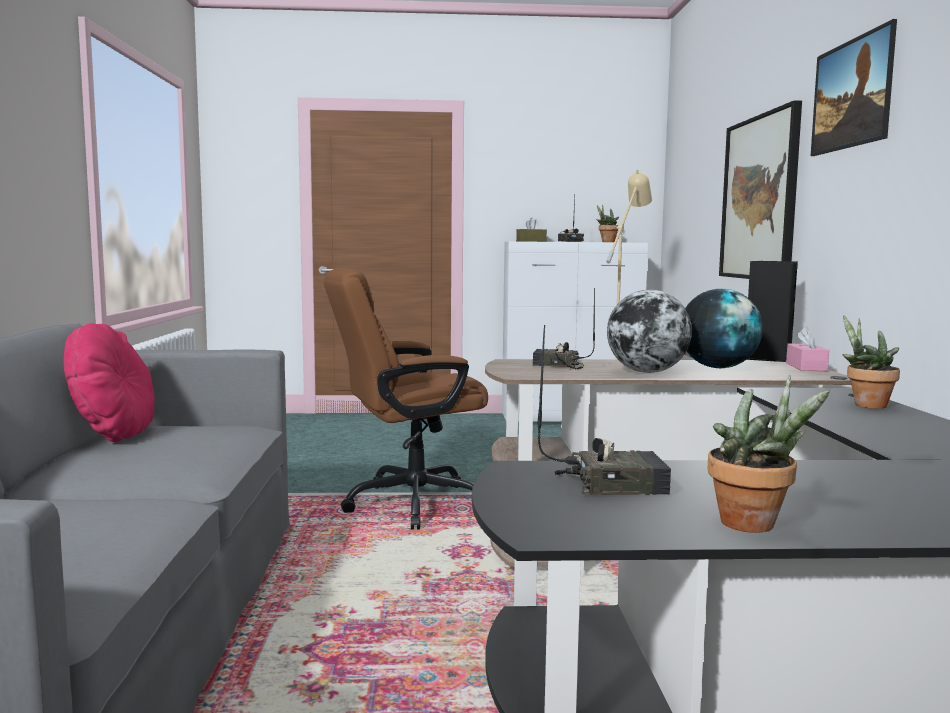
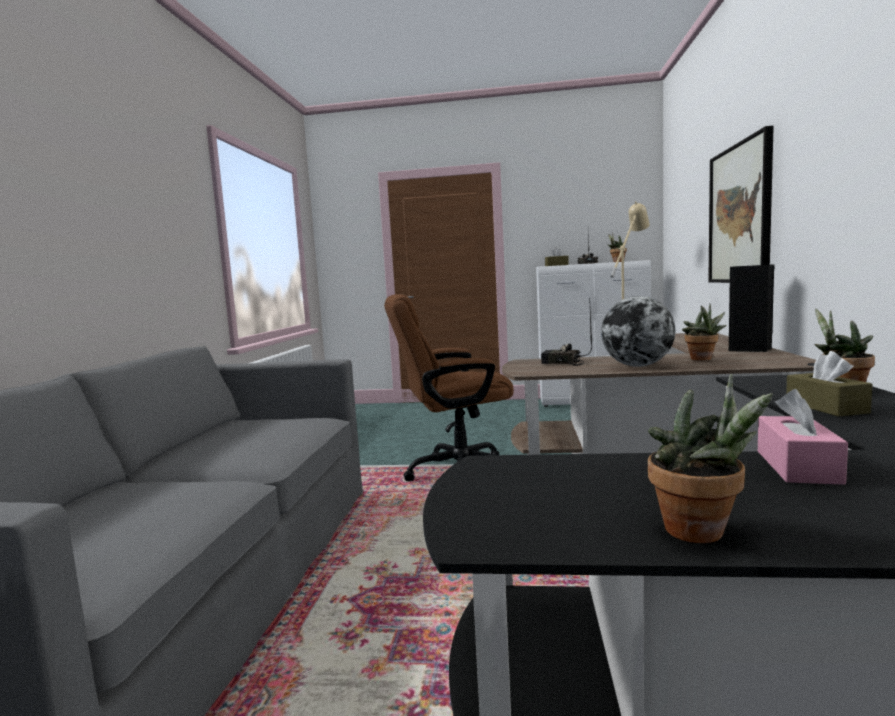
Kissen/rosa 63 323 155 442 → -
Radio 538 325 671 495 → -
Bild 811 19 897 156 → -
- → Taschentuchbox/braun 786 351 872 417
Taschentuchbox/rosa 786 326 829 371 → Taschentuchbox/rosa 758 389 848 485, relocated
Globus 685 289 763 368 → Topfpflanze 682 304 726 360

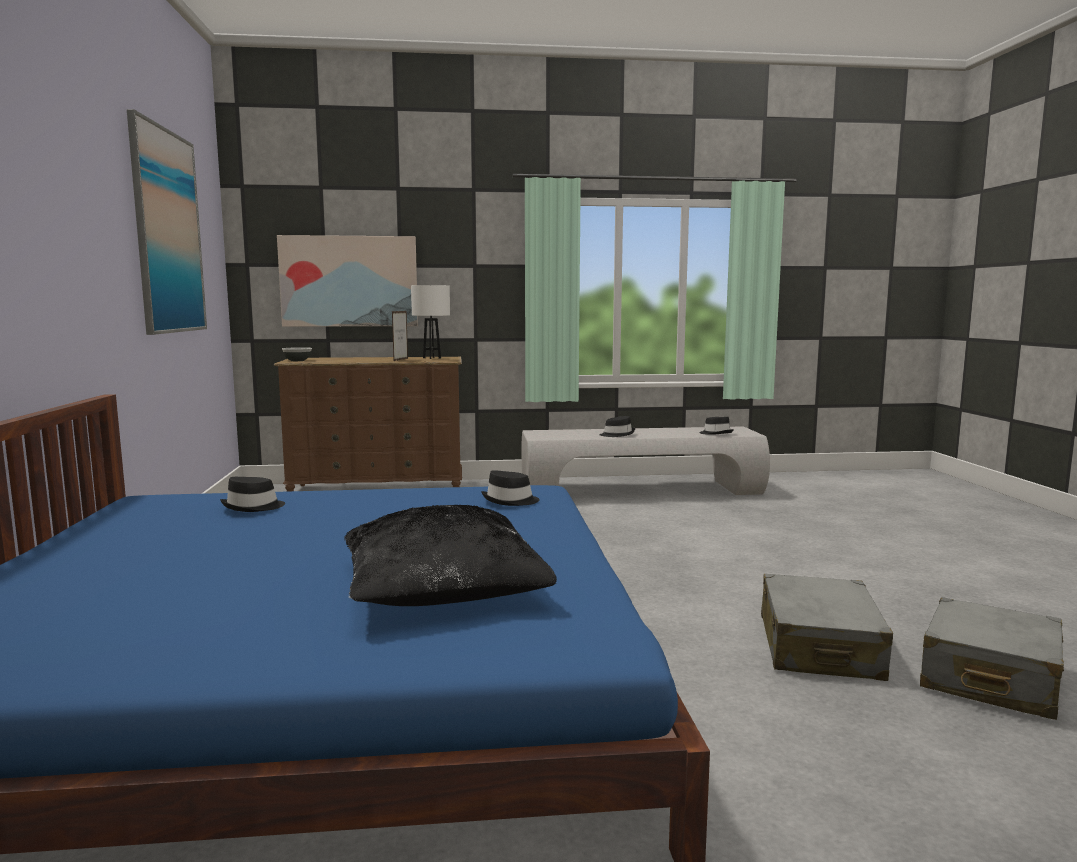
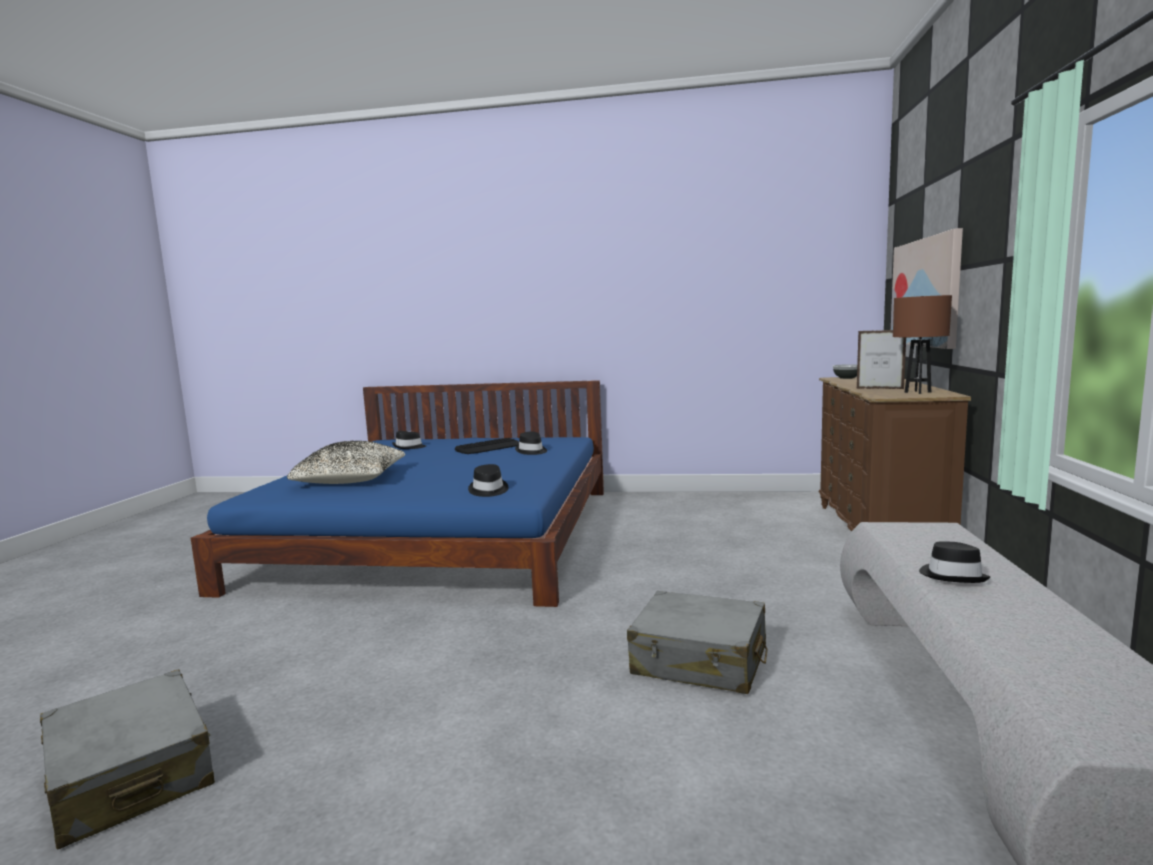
Bild 127 109 207 335 → -
- → Tastatur 455 438 519 454
Hut/schwarz 699 417 734 435 → Hut/schwarz 392 431 426 449, relocated
Koffer/grau 761 574 893 681 → Koffer/grau 627 591 767 694, relocated
Kissen/schwarz 344 505 557 606 → Kissen/beige 287 441 405 484
Tischlampe/weiß 411 285 450 359 → Tischlampe/braun 893 295 952 394

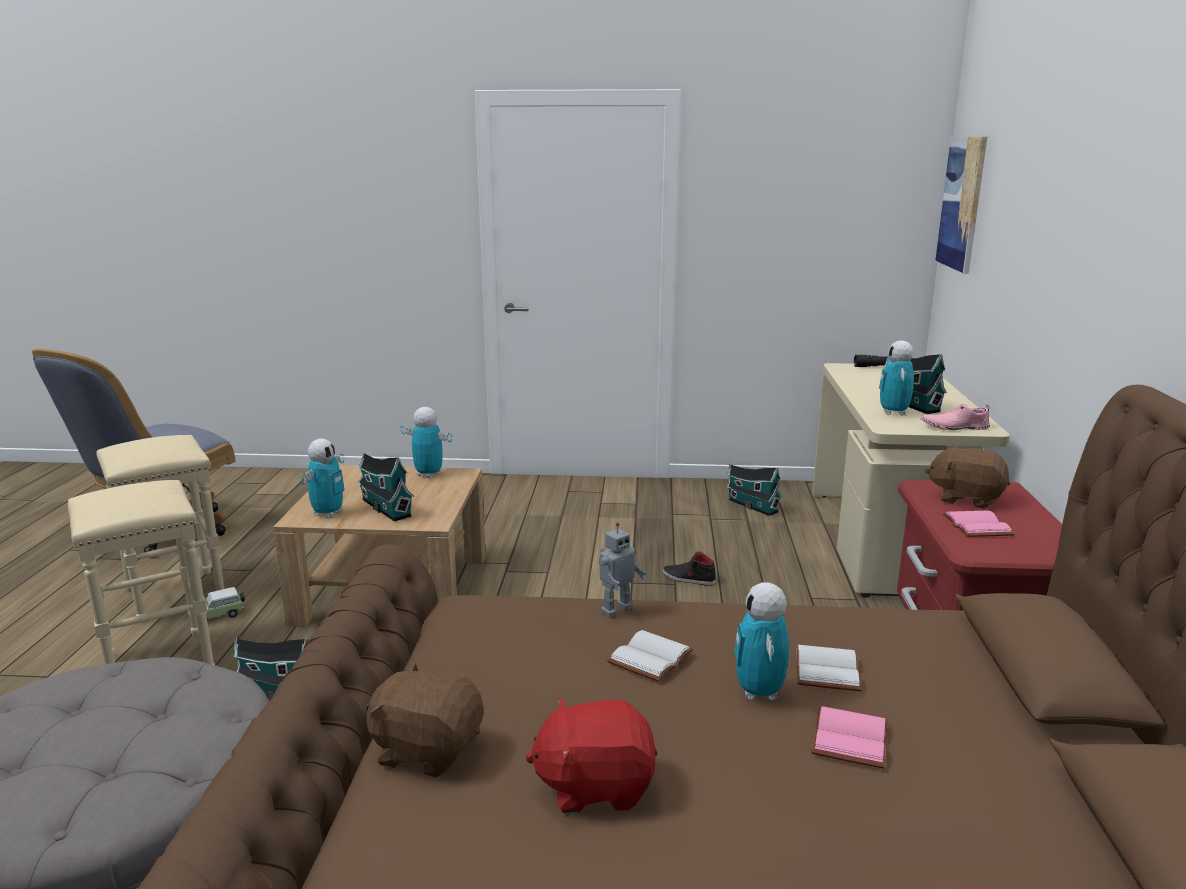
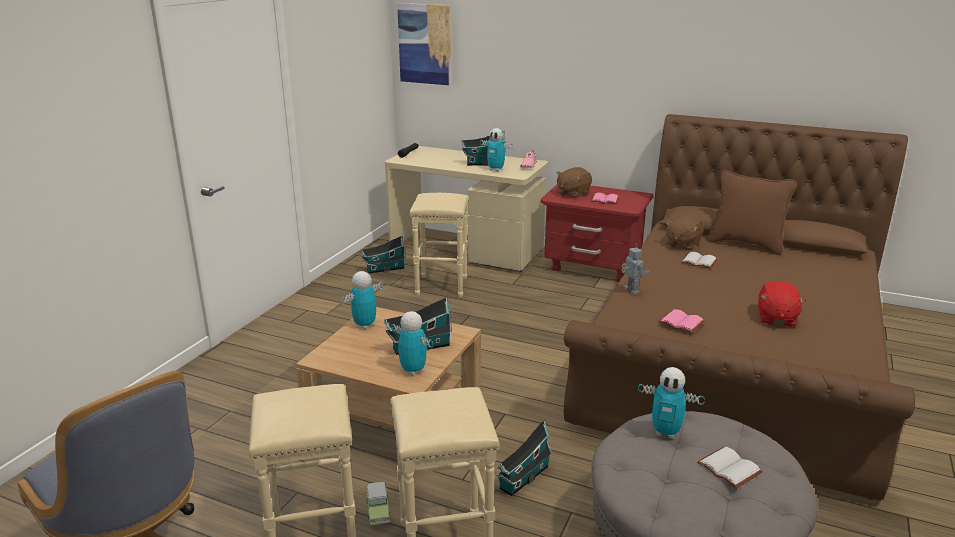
Schuh/schwarz 663 551 716 586 → -
- → Hocker/beige 409 193 469 297
- → Kissen/braun 708 170 797 255
Plüschtier/braun 365 661 483 778 → Plüschtier/braun 665 214 704 251, relocated
Buch/weiß 607 630 693 682 → Buch/weiß 697 447 763 488, relocated
Spielzeugroboter 734 582 789 700 → Spielzeugroboter 638 367 705 439, relocated
Buch/rosa 811 706 887 769 → Buch/rosa 658 309 705 333, relocated

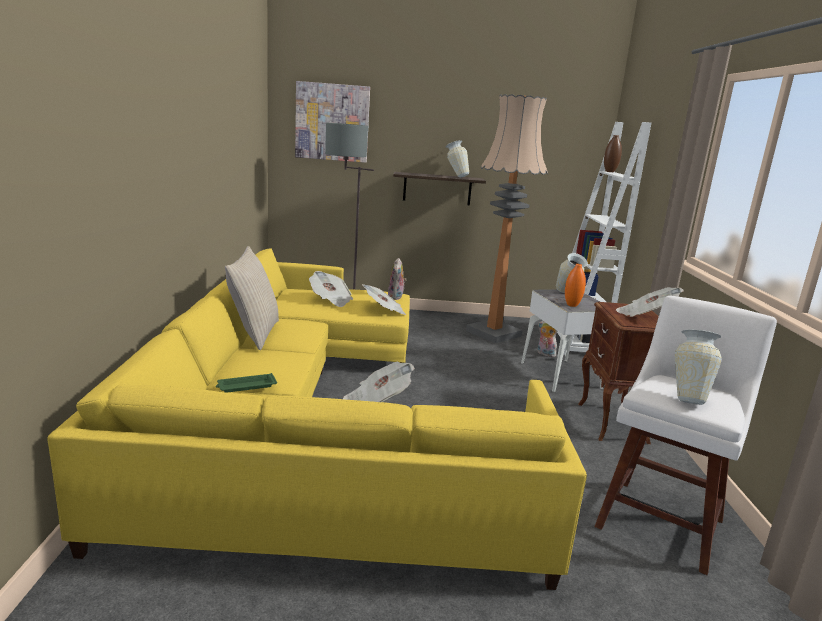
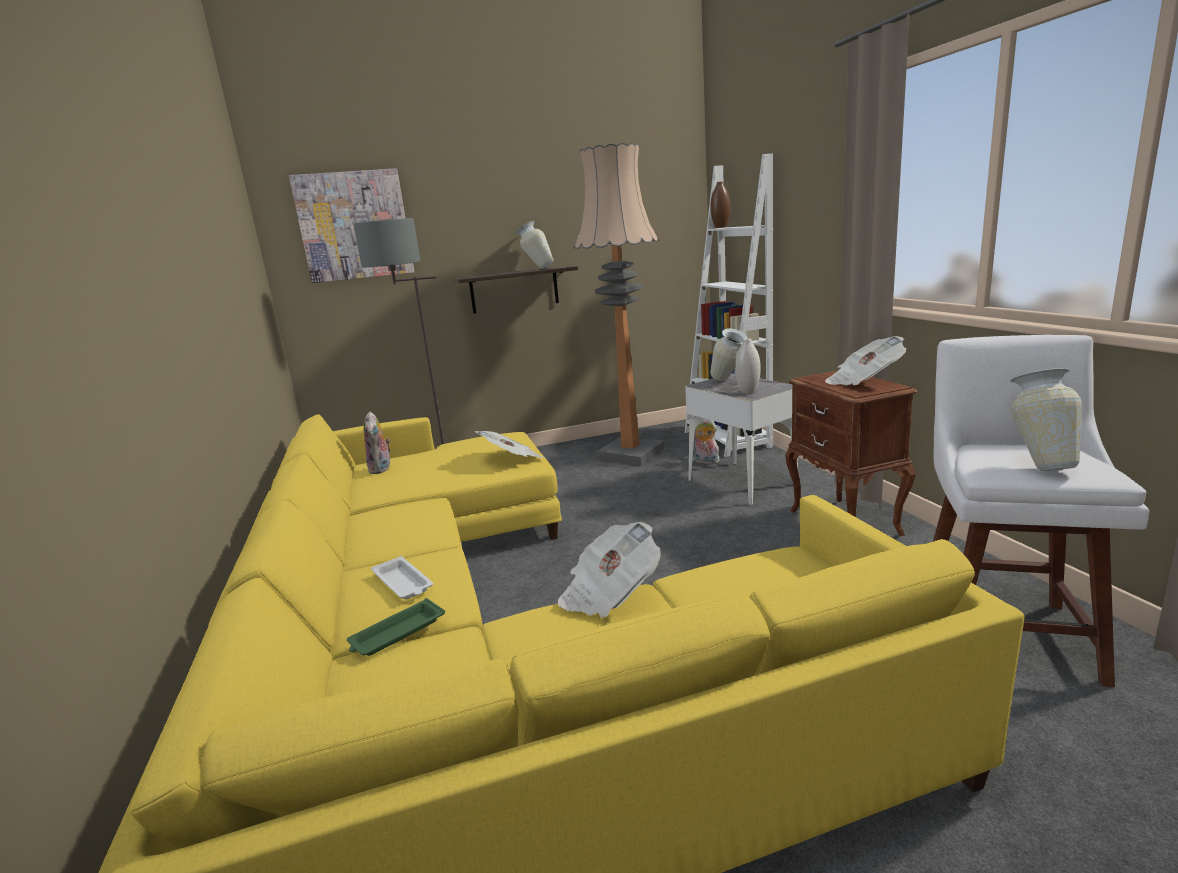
Kissen/beige 225 246 279 350 → -
Zeitung 309 271 353 307 → -
- → Tablett/weiß 371 556 433 599
Plüschtier 388 258 407 300 → Plüschtier 364 412 391 474, relocated
Vase/orange 565 264 586 307 → Vase/weiß 735 338 761 394

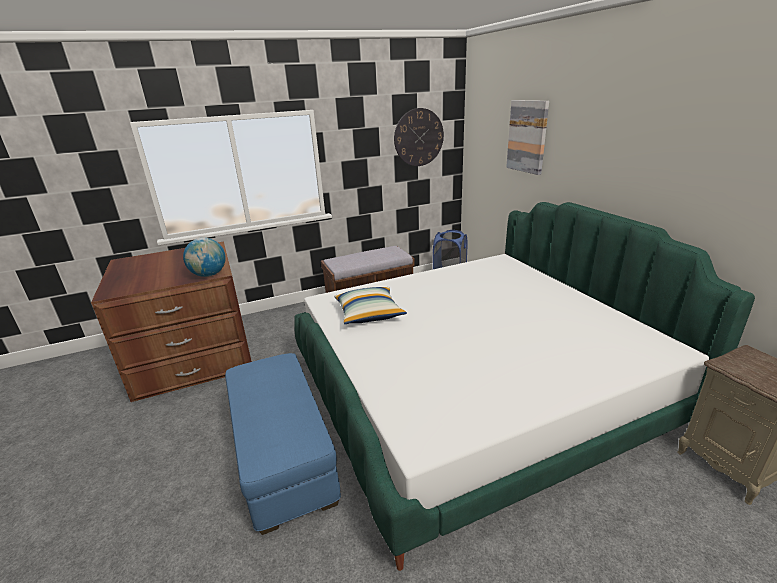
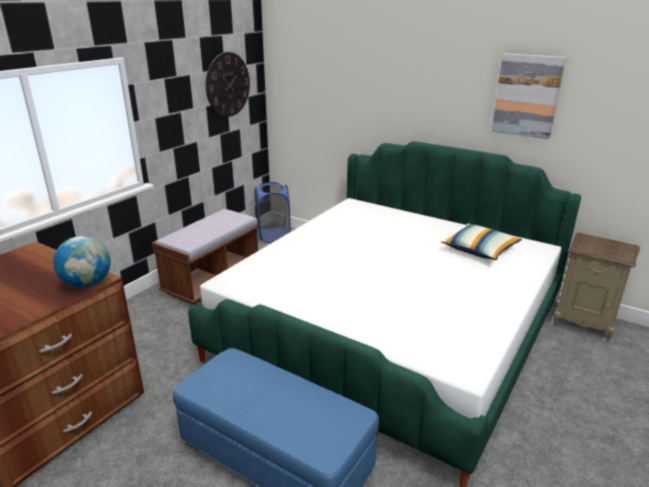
Kissen 334 287 407 324 → Kissen 441 224 522 260, relocated
Bild 506 100 549 175 → Bild 491 53 566 139, relocated

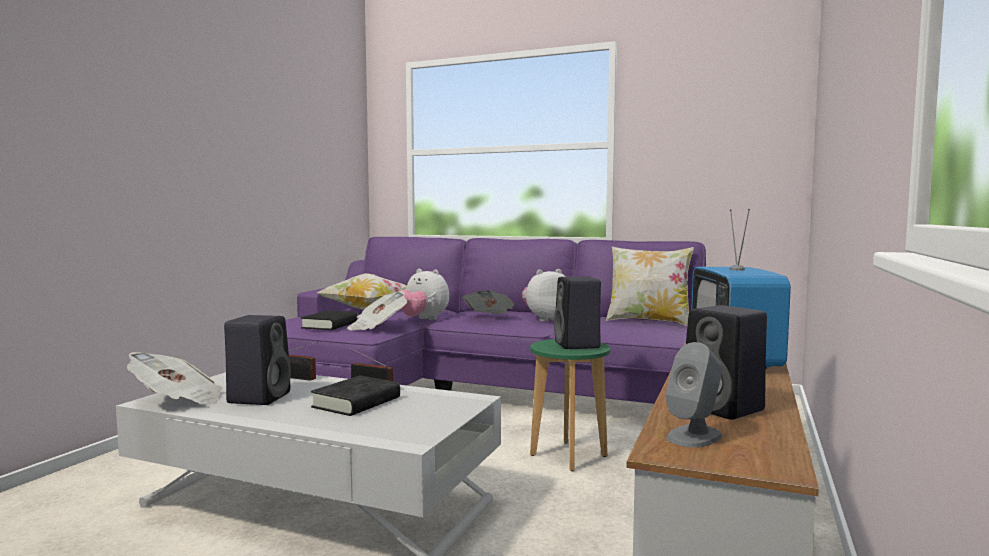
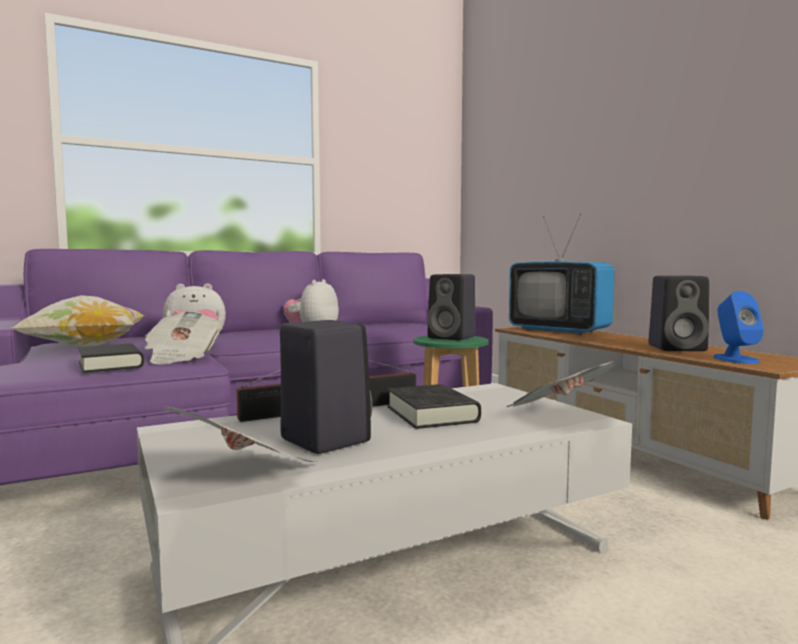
Kissen 606 247 694 326 → -
Zeitung 462 290 515 314 → Zeitung 506 361 617 407, relocated
Lautsprecher/grau 666 342 722 448 → Lautsprecher/blau 713 291 764 364

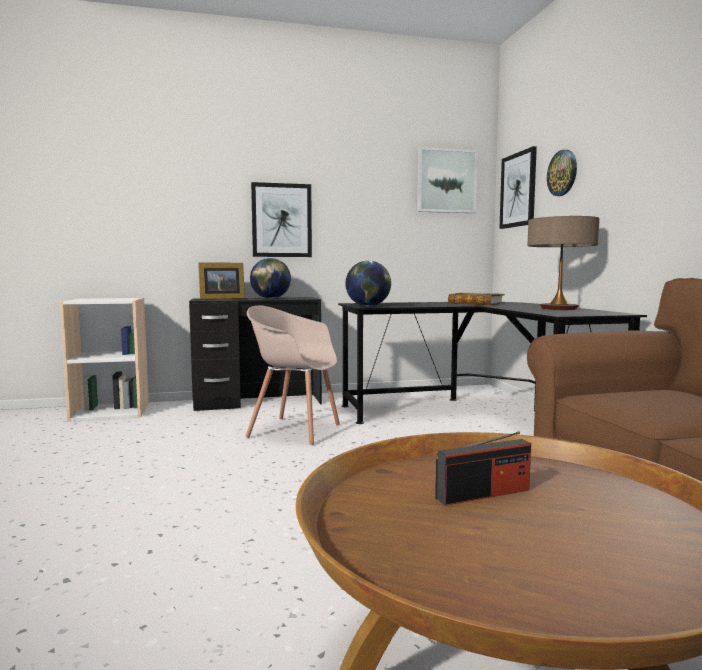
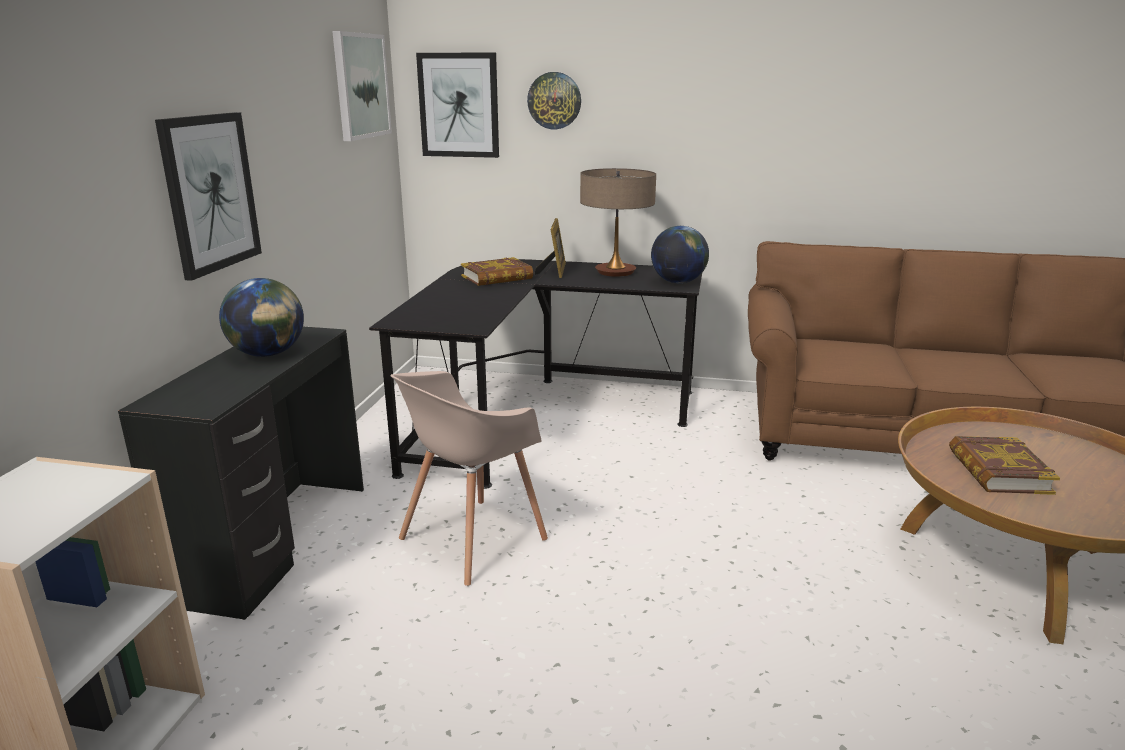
Bilderrahmen 198 262 245 300 → Bilderrahmen 534 218 566 278, relocated
Globus 345 261 391 306 → Globus 651 226 709 283, relocated
Radio 435 431 531 506 → Buch 949 436 1060 495

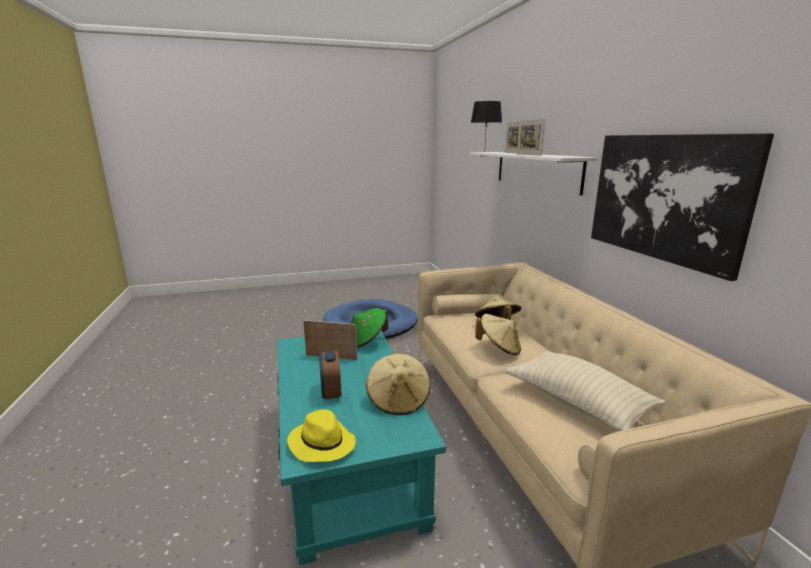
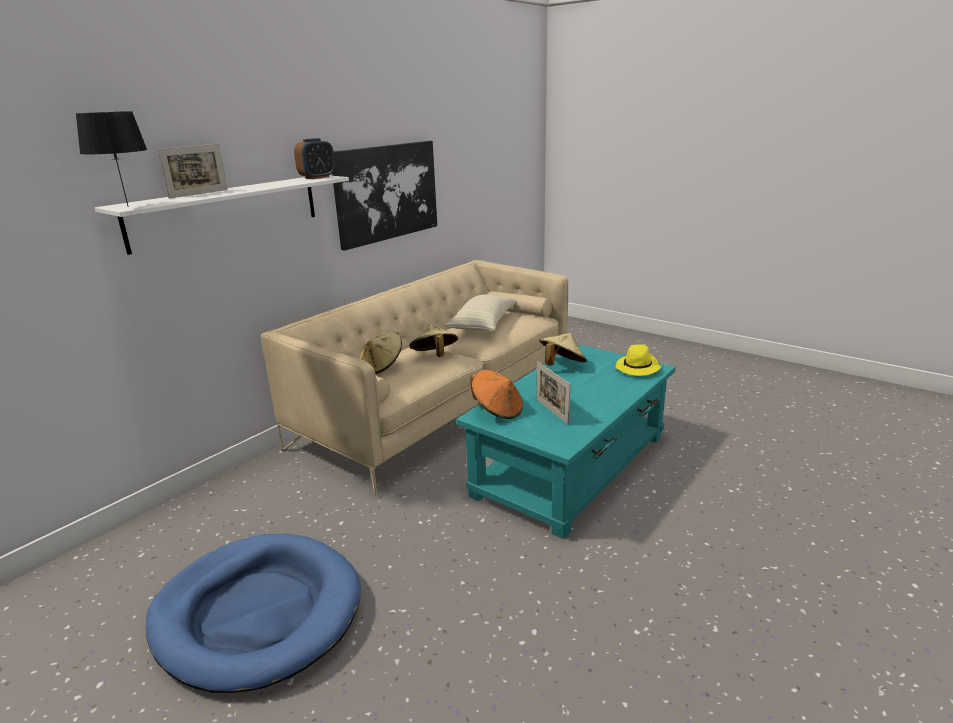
Bilderrahmen 517 119 545 156 → -
Wecker 319 350 341 400 → Wecker 294 138 335 179, relocated
Hut/grün 351 308 388 348 → Hut/orange 470 370 523 419

